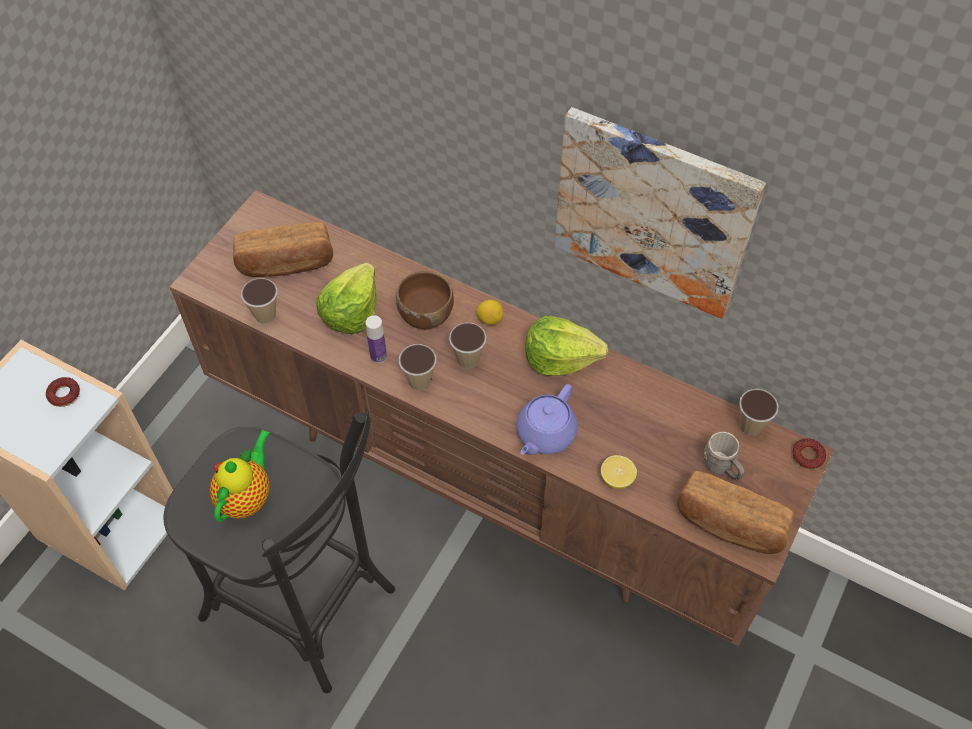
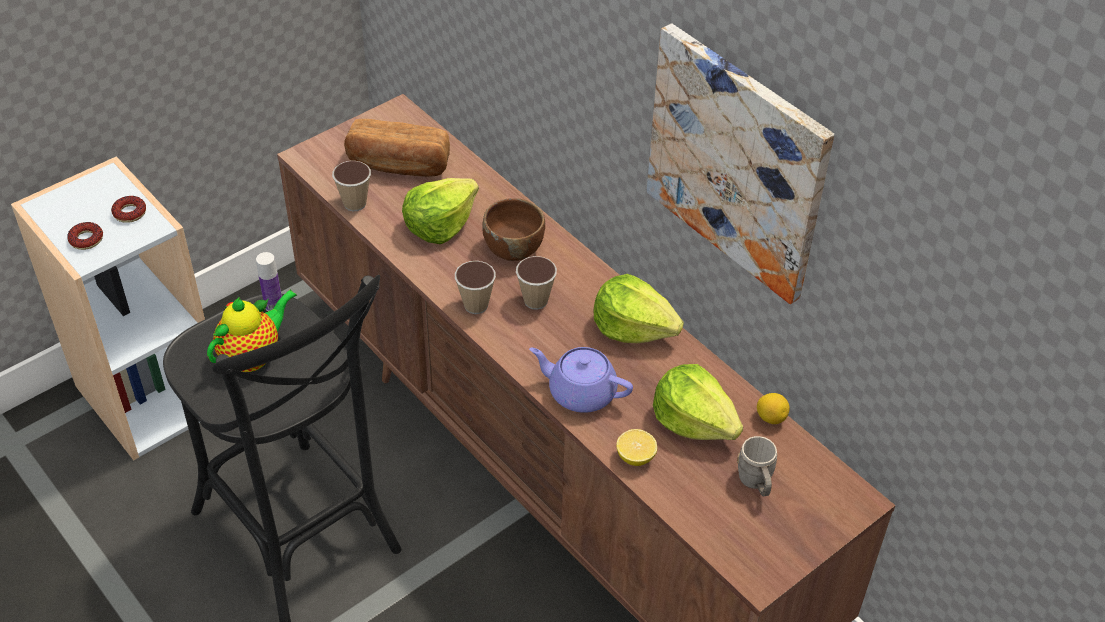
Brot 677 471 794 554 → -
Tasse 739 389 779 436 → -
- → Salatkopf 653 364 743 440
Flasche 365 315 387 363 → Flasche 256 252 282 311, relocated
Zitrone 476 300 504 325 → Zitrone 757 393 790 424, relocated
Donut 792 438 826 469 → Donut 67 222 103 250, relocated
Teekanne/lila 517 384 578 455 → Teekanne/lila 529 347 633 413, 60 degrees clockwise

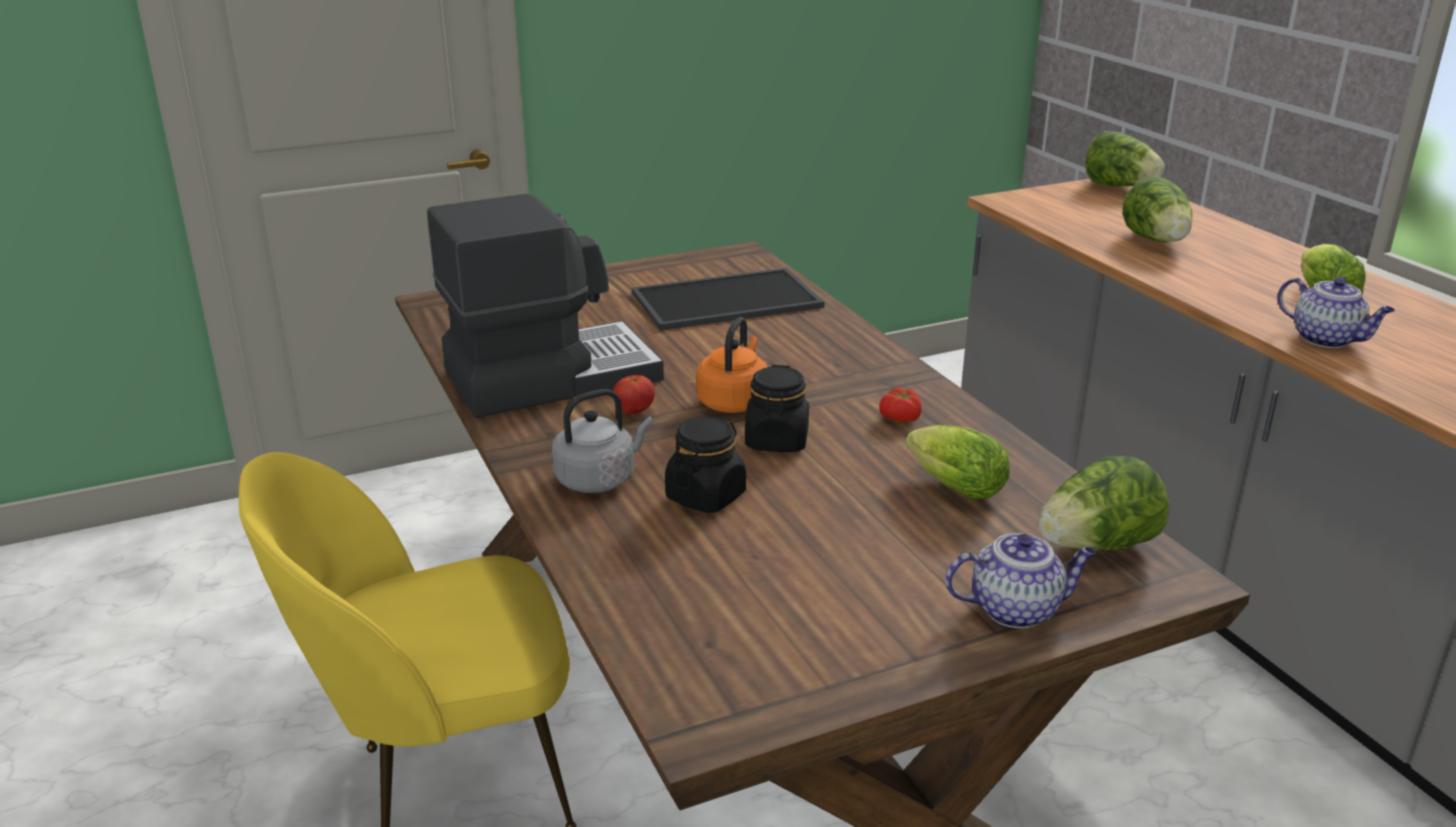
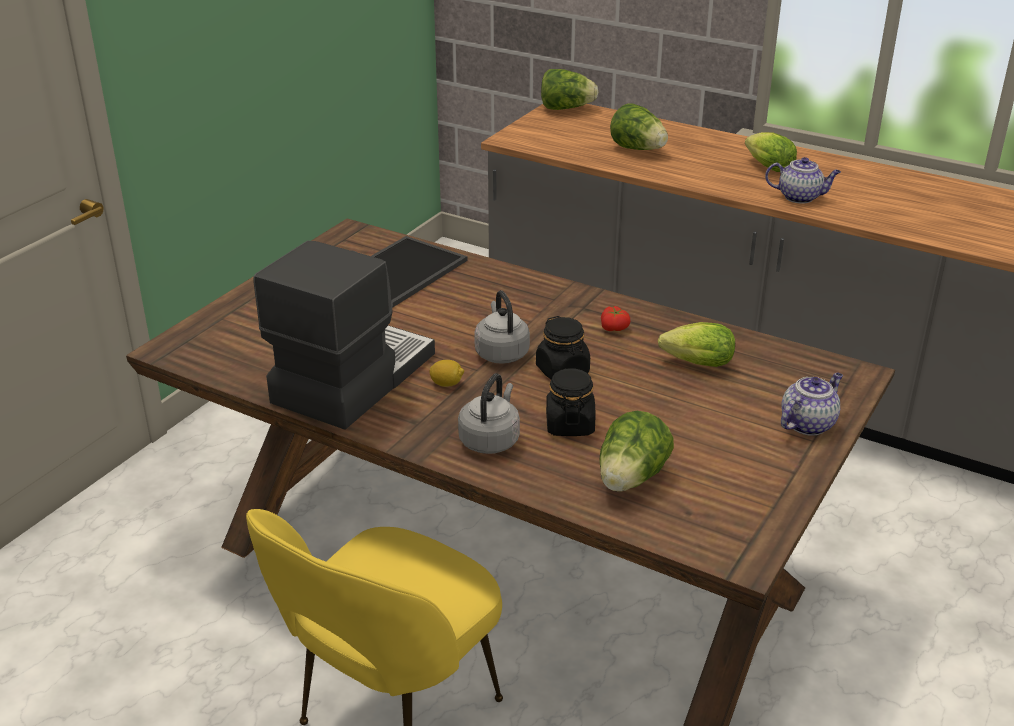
Salatkopf 1039 456 1169 550 → Salatkopf 600 411 674 492, relocated
Tomate 613 375 655 414 → Zitrone 430 360 464 387
Wasserkessel/orange 696 317 767 413 → Wasserkessel/grau 474 290 530 364

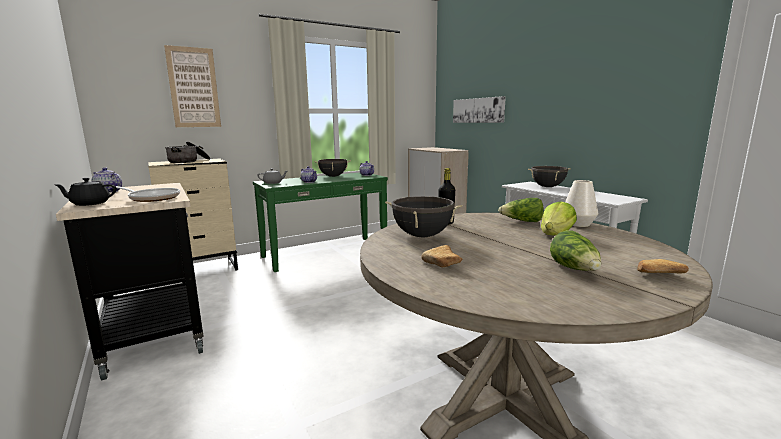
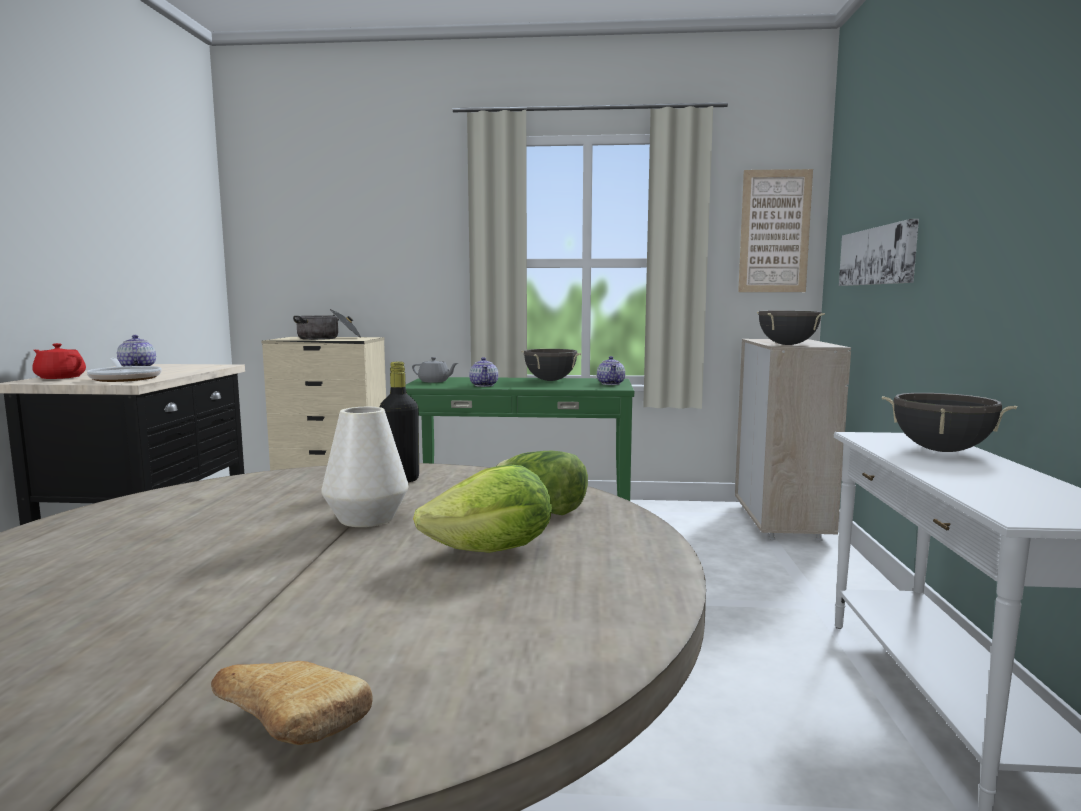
Brot 421 245 462 267 → -
Salatkopf 550 230 601 271 → -
Bild 164 45 221 127 → Bild 738 169 813 292, relocated
Kochtopf/schwarz 385 196 462 237 → Kochtopf/schwarz 757 310 825 345, relocated
Vase/weiß 565 180 598 227 → Vase/weiß 321 407 408 527, relocated
Teekanne/schwarz 55 178 117 206 → Teekanne/rot 32 343 86 379

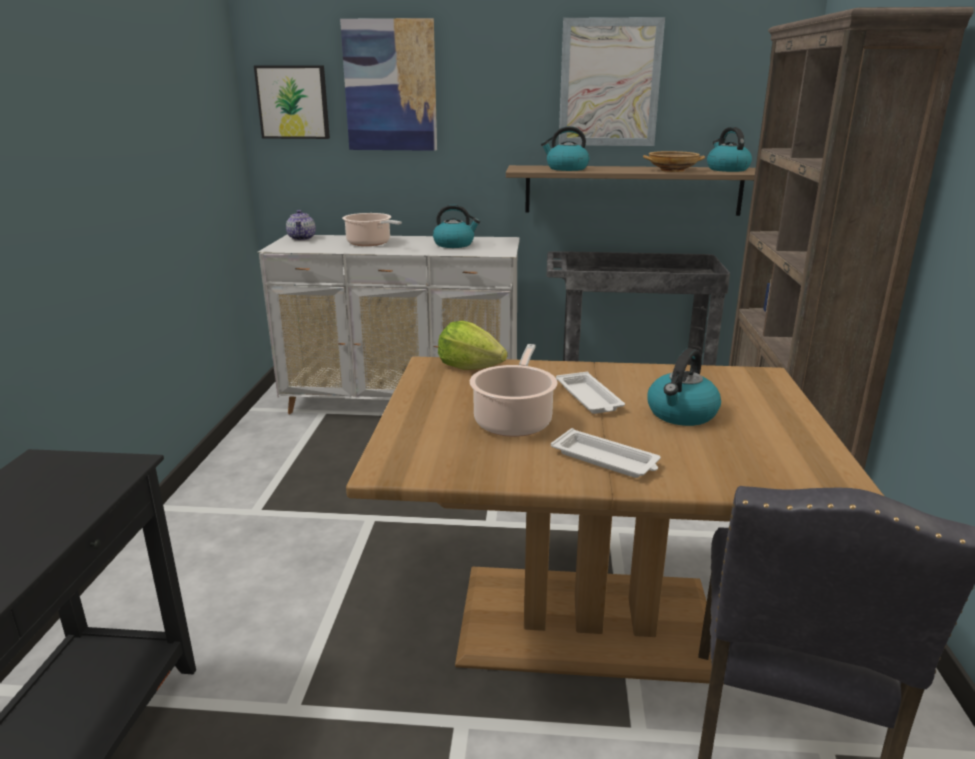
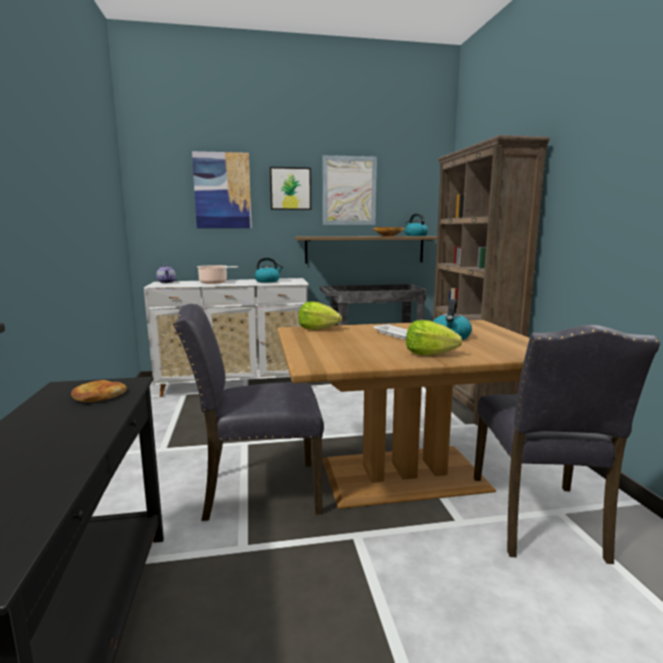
Kochtopf 470 344 558 437 → -
Wasserkessel 541 126 590 171 → -
- → Brot 71 380 127 403
- → Stuhl/grau 173 304 324 521
Bild 254 65 330 139 → Bild 270 167 311 210, relocated
Tablett/weiß 551 428 661 478 → Salatkopf 406 320 462 356

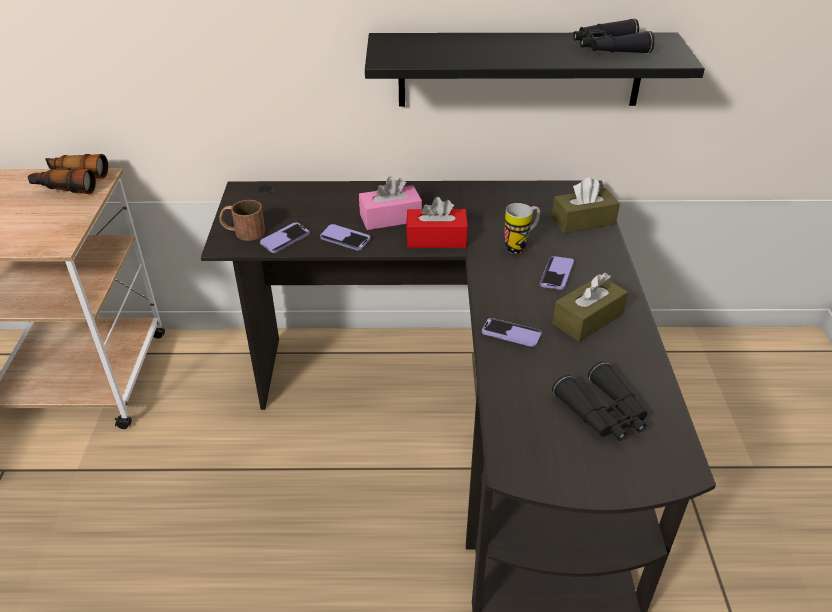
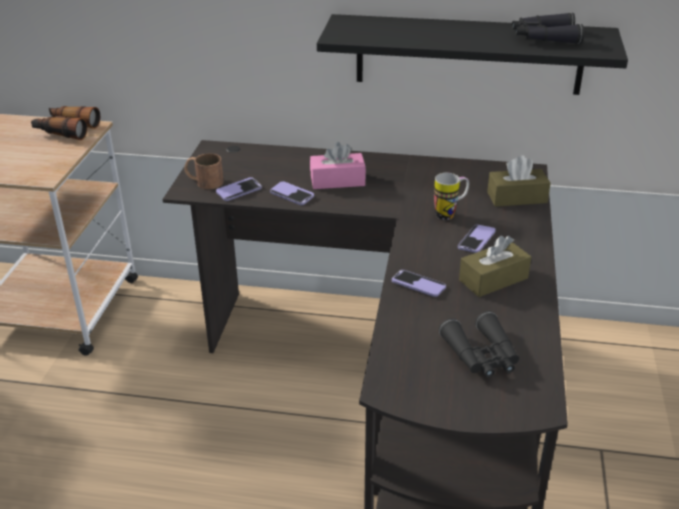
Taschentuchbox/rot 406 197 468 248 → -

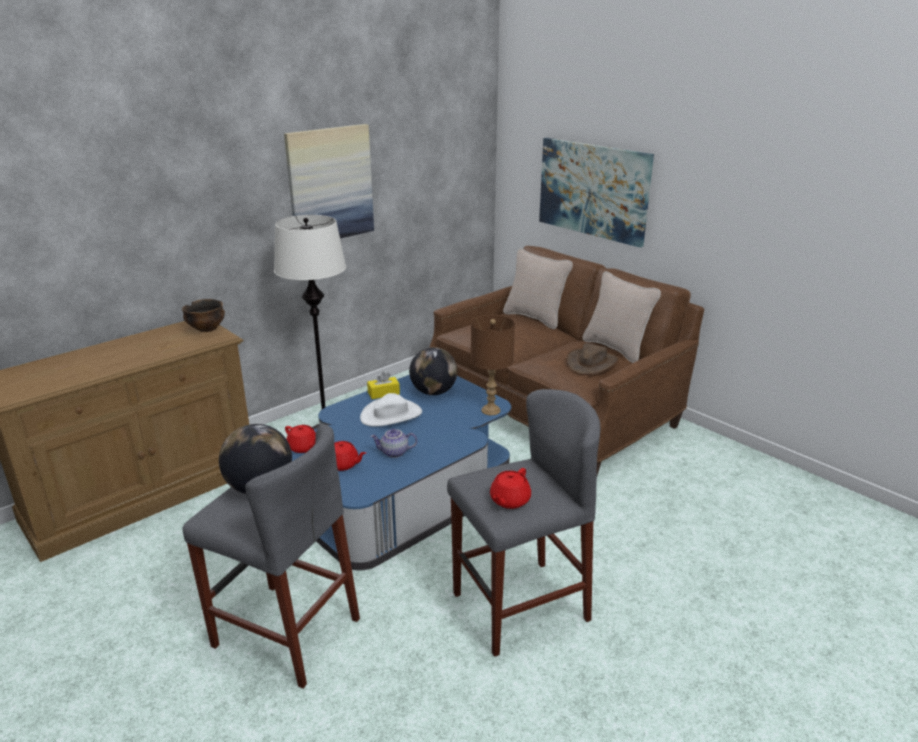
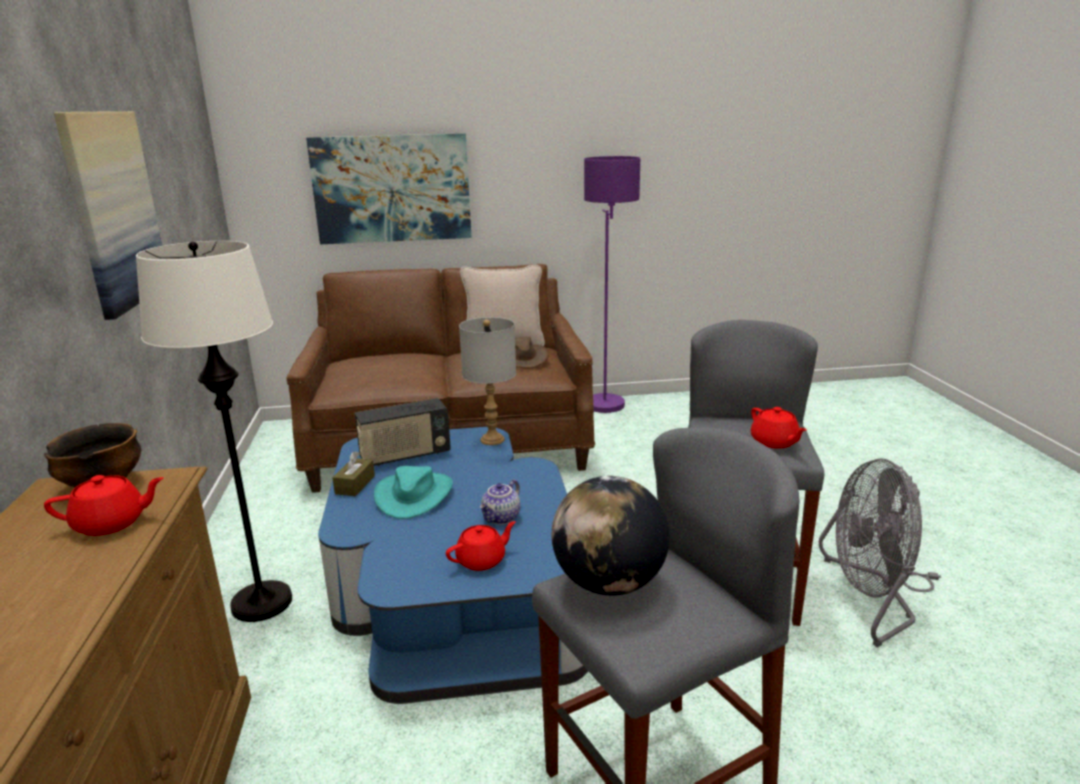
Kissen/beige 503 248 573 329 → -
- → Stehlampe/lila 584 156 640 413
- → Ventilator/grau 819 459 942 647
Teekanne/rot 285 425 316 453 → Teekanne/rot 44 475 164 536, relocated
Globus 409 347 457 395 → Radio 354 398 451 466
Hut/weiß 360 393 422 427 → Hut/türkis 374 466 453 519
Taschentuchbox/gelb 367 372 400 399 → Taschentuchbox/braun 332 451 375 496
Tischlampe/braun 471 315 515 415 → Tischlampe/grau 459 317 516 445

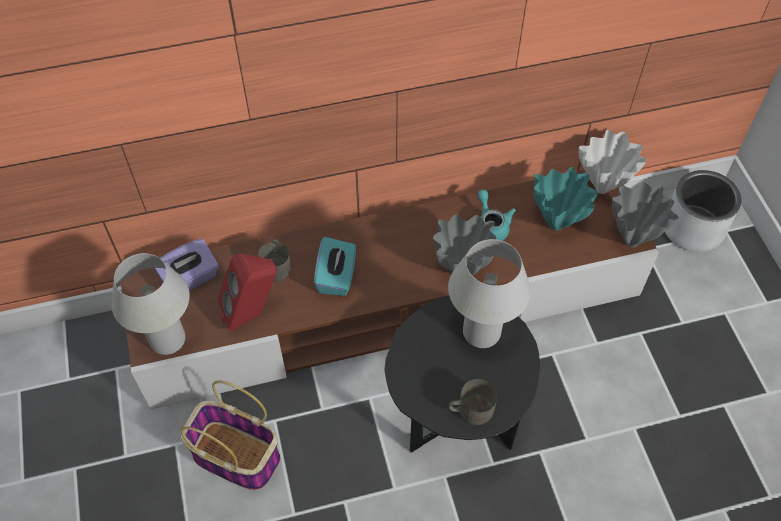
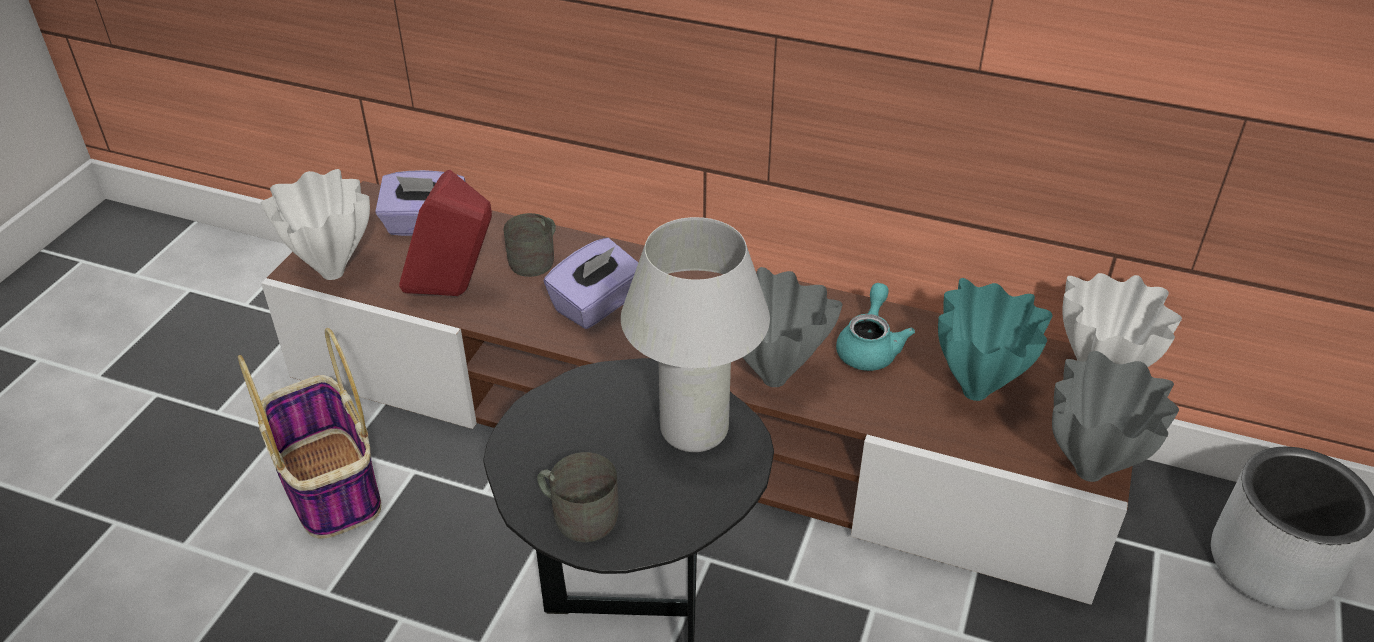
Tischlampe/weiß 112 253 190 355 → Vase/weiß 261 169 370 280
Taschentuchbox/türkis 314 237 356 296 → Taschentuchbox/lila 544 238 638 329

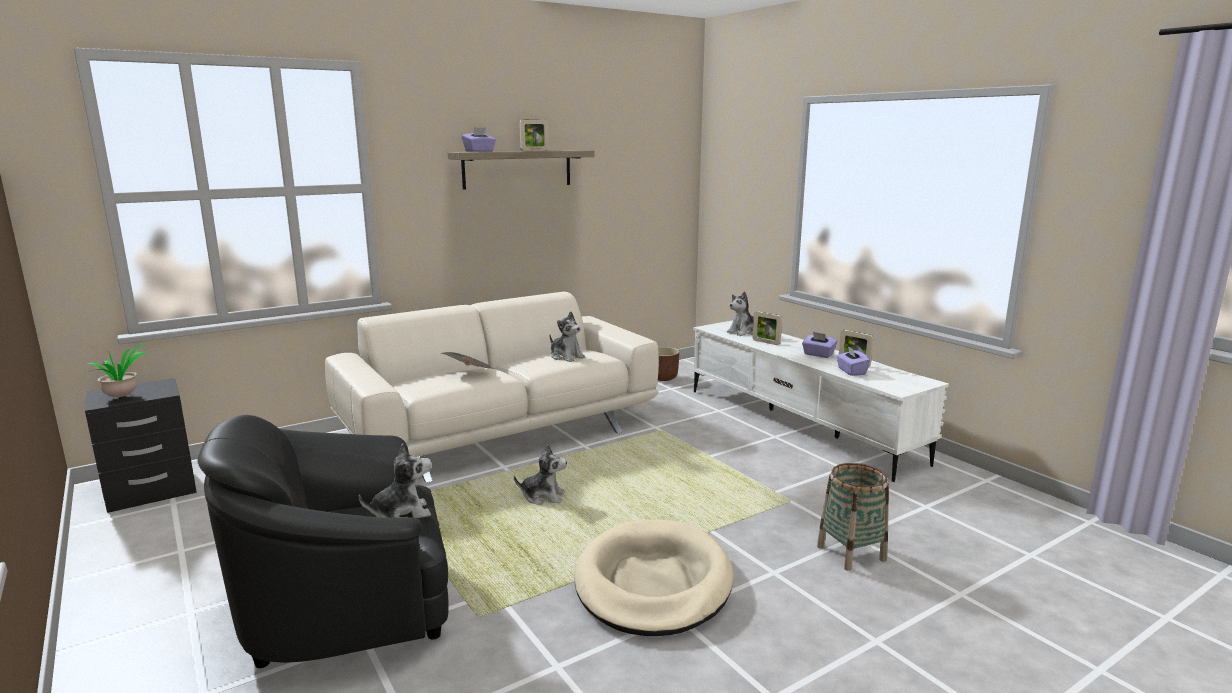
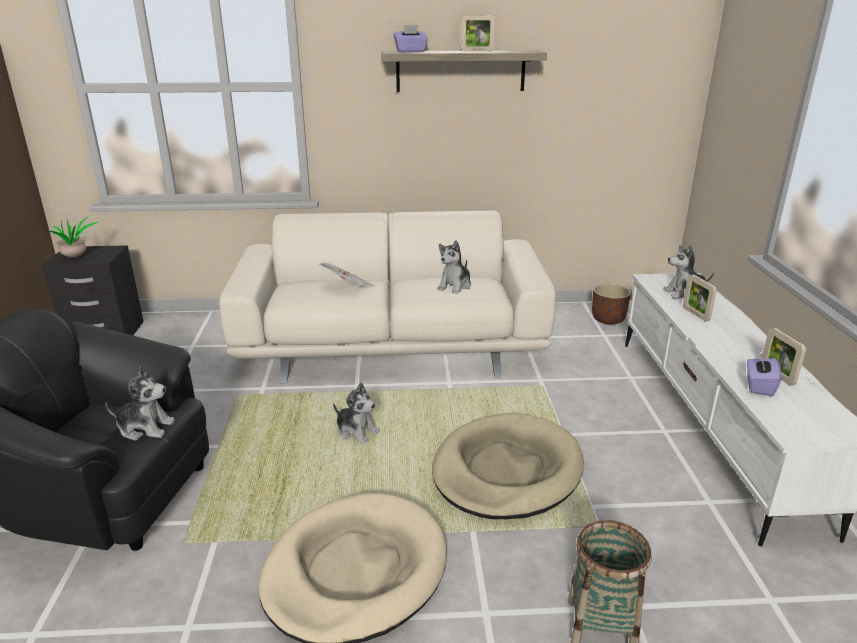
Taschentuchbox/lila 802 332 837 358 → -
- → Hundebett/beige 432 413 584 519
Plüschtier 550 311 585 362 → Plüschtier 437 240 471 294, 45 degrees clockwise

